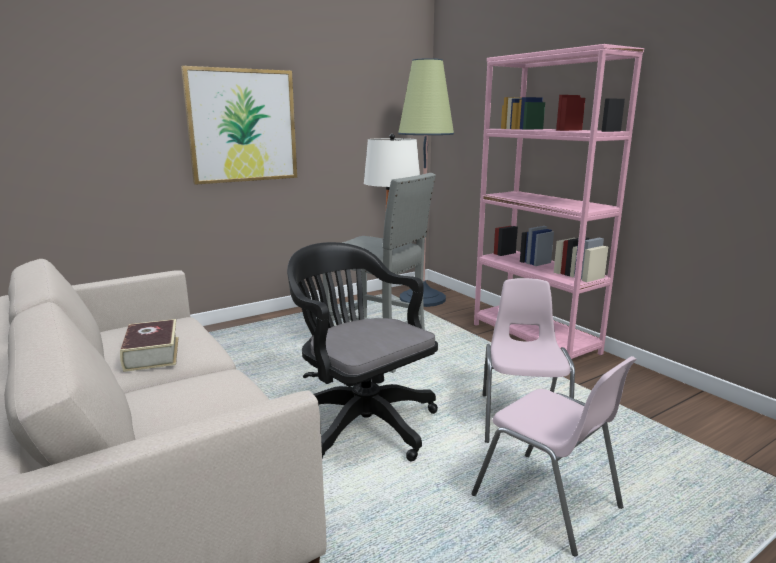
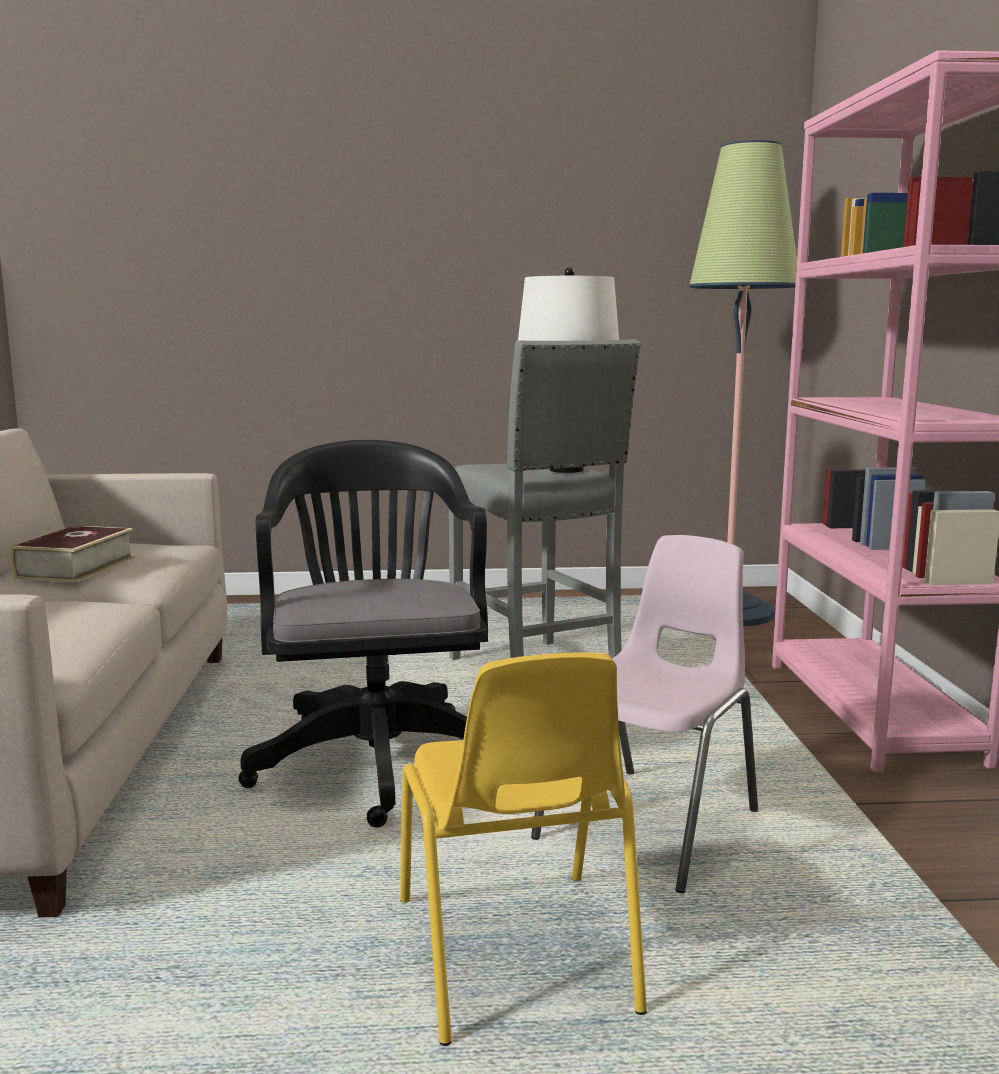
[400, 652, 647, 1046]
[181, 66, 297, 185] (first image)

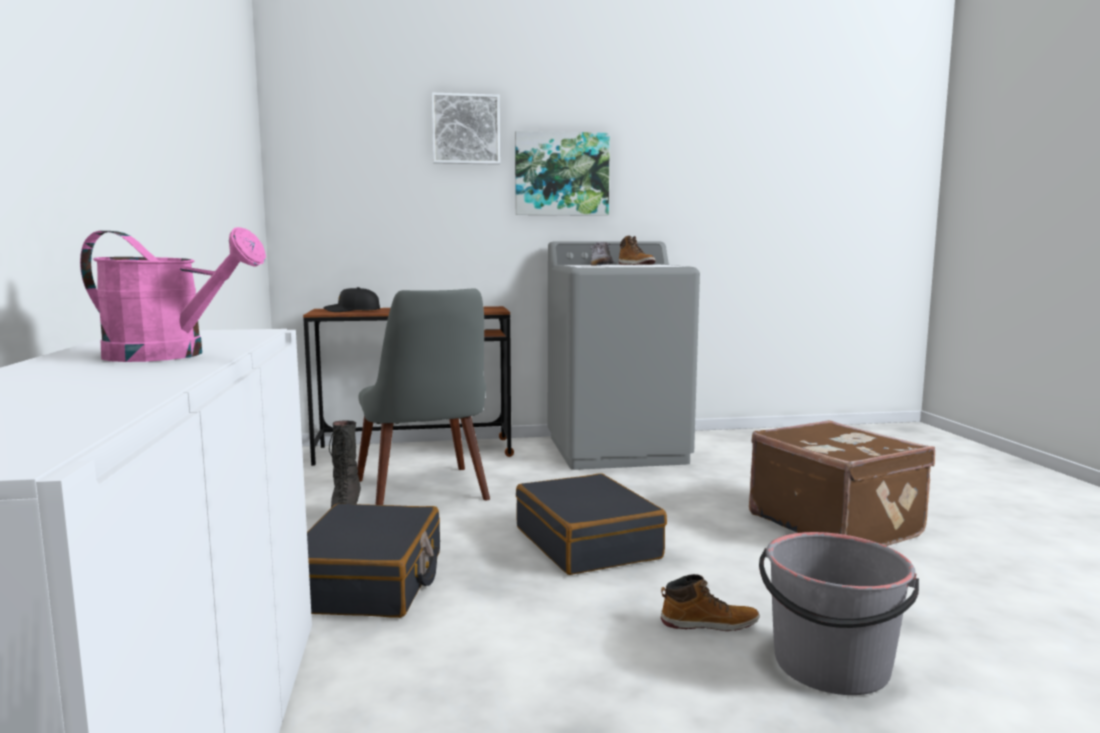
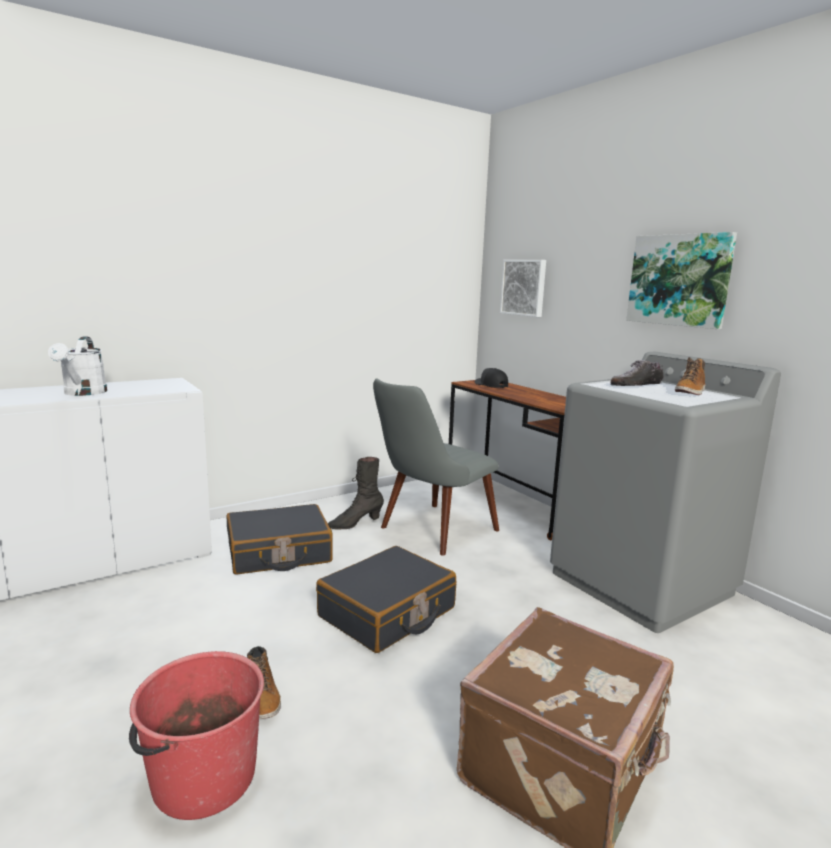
[48, 337, 107, 396]
[129, 651, 264, 820]
[500, 260, 546, 317]

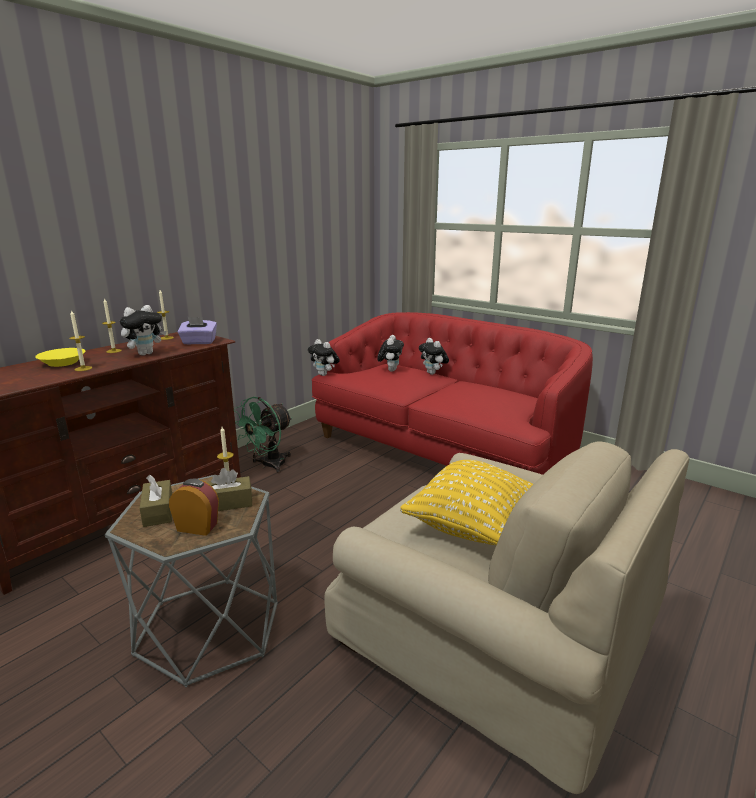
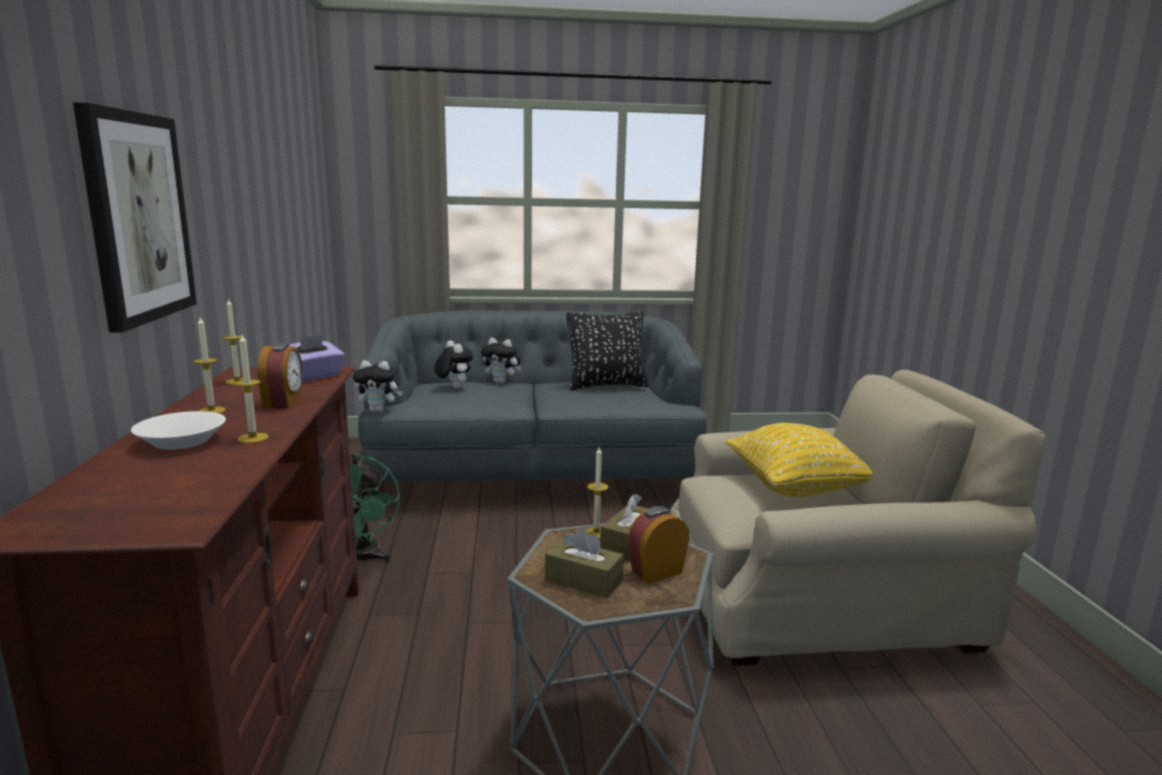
[73, 102, 197, 332]
[131, 411, 226, 450]
[257, 343, 302, 409]
[358, 310, 707, 494]
[566, 311, 649, 390]

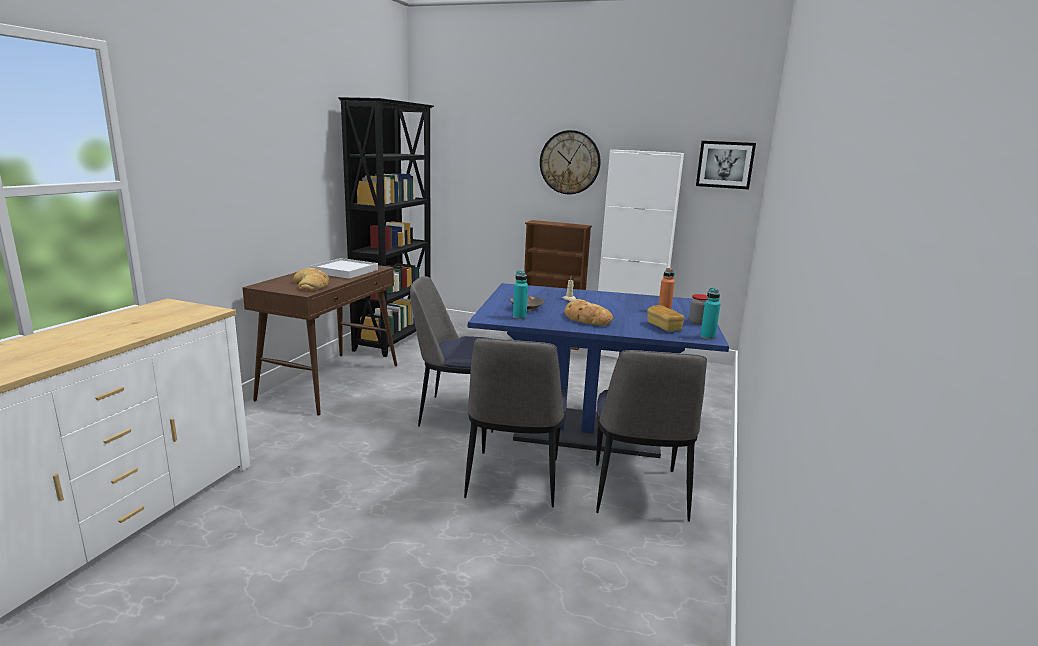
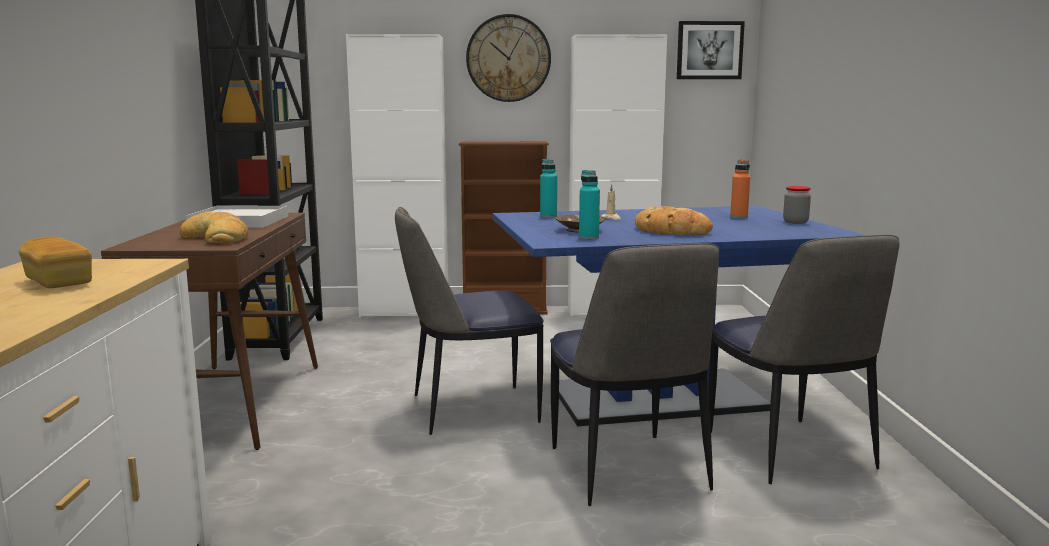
[19, 237, 92, 288]
[346, 34, 448, 317]
[540, 159, 557, 218]

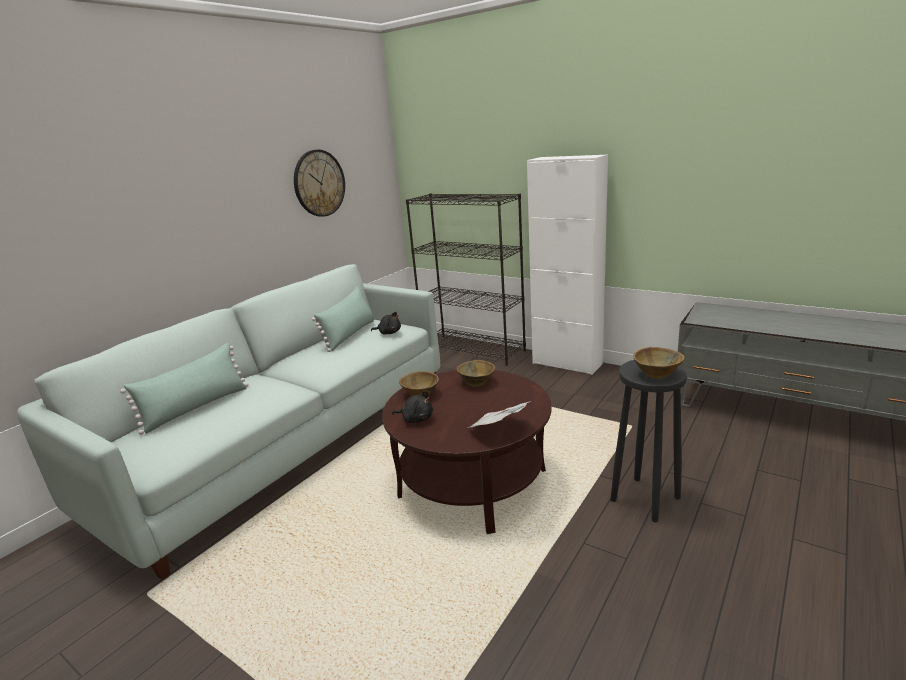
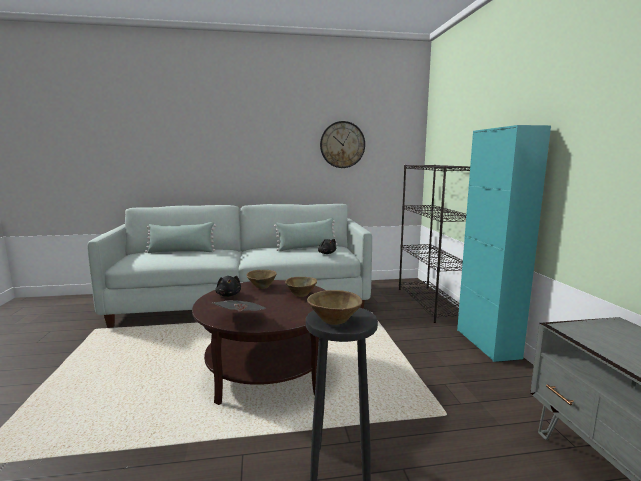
[457, 125, 551, 362]

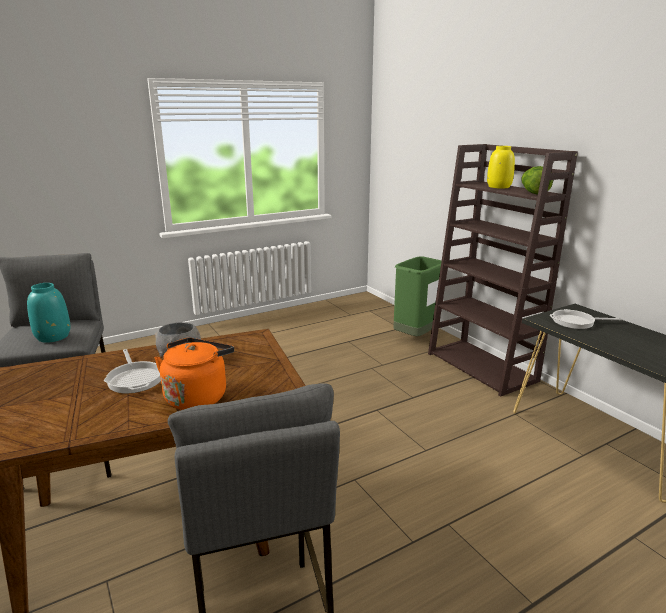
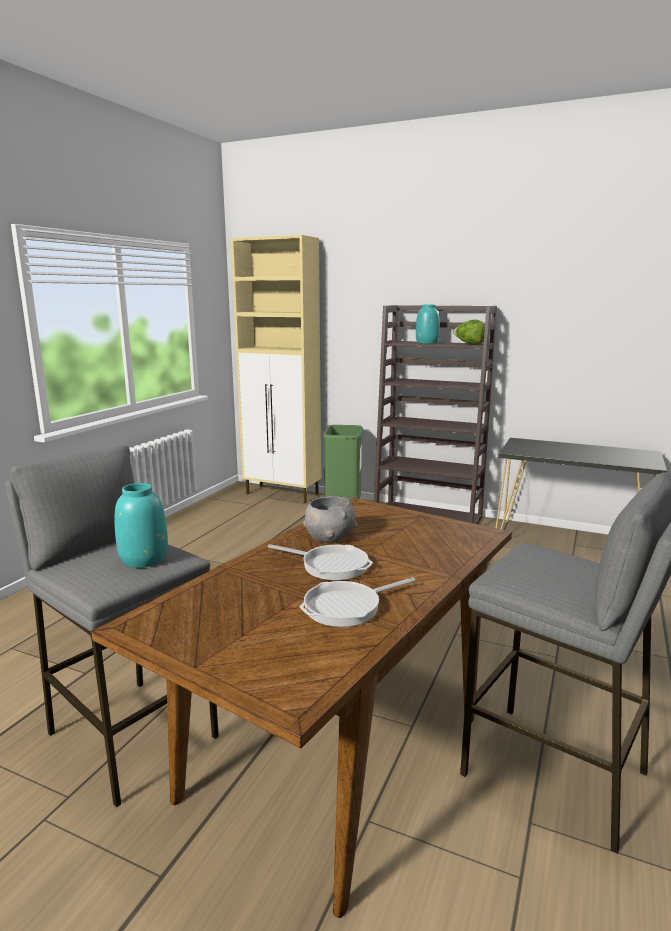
[231, 235, 321, 503]
[299, 577, 416, 627]
[416, 305, 440, 344]
[155, 338, 234, 410] (first image)

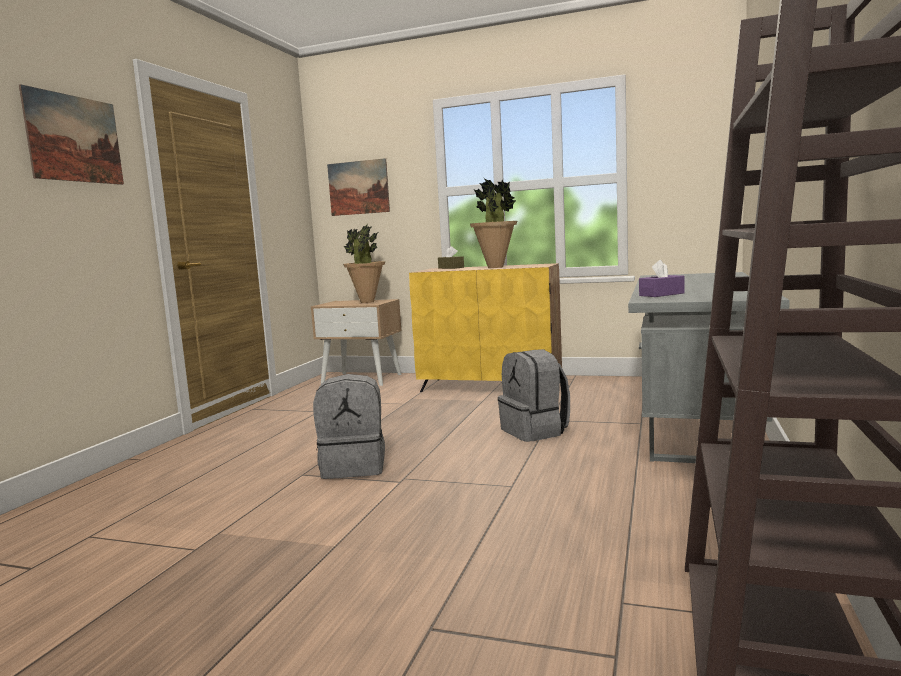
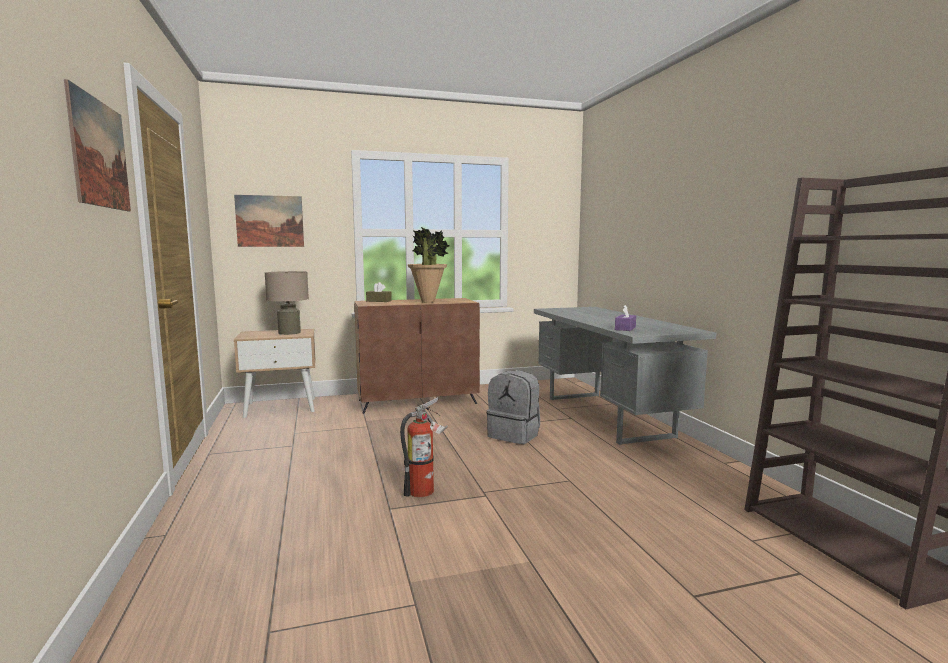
[265, 271, 309, 335]
[354, 298, 480, 414]
[400, 397, 448, 497]

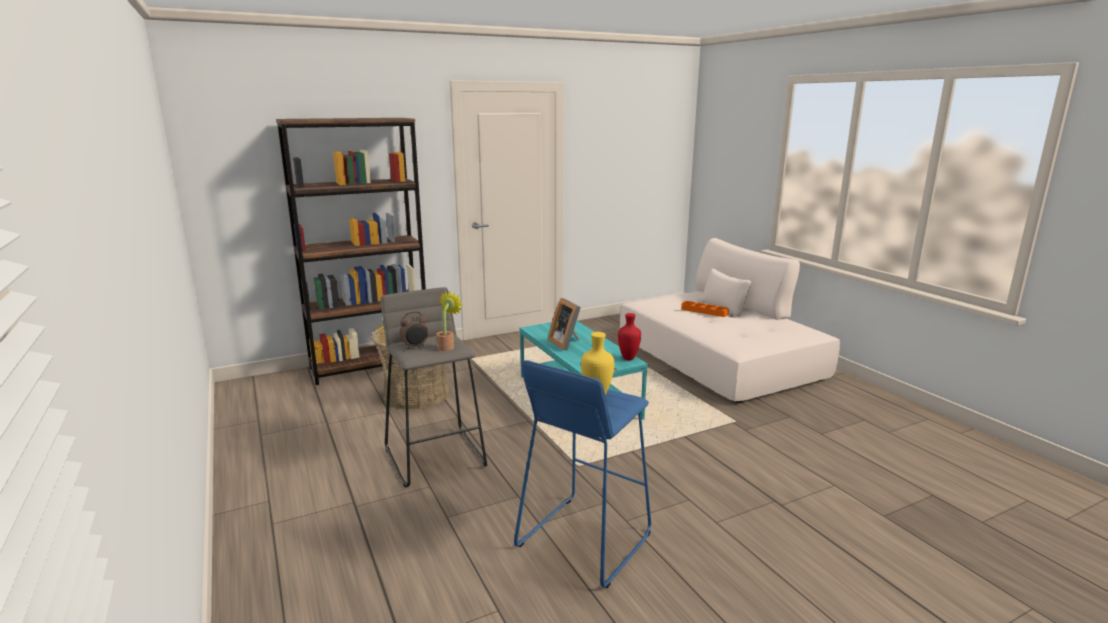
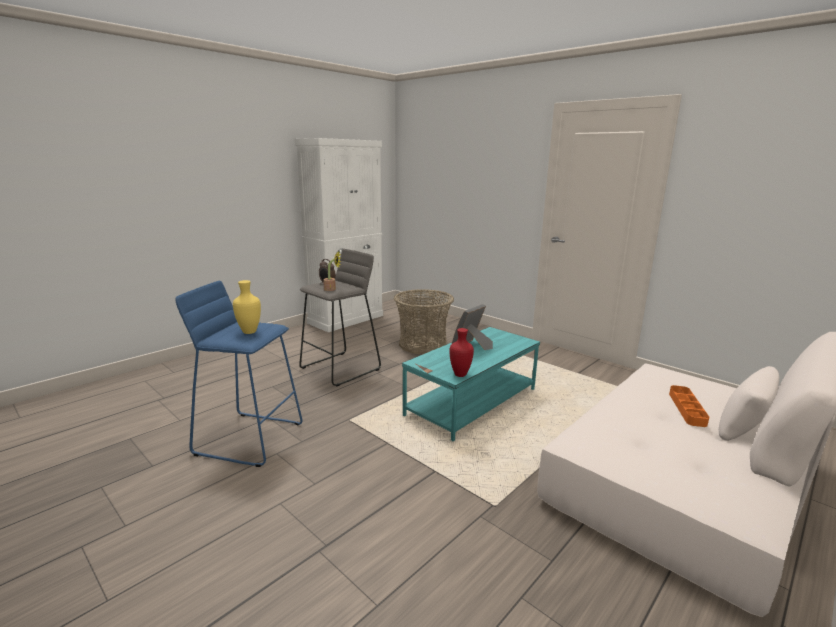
[295, 138, 383, 332]
[276, 118, 426, 385] (first image)

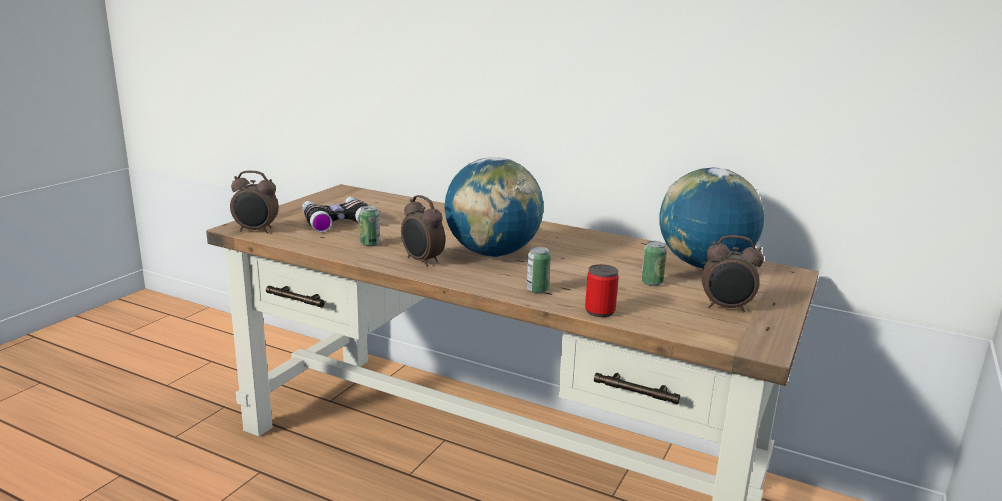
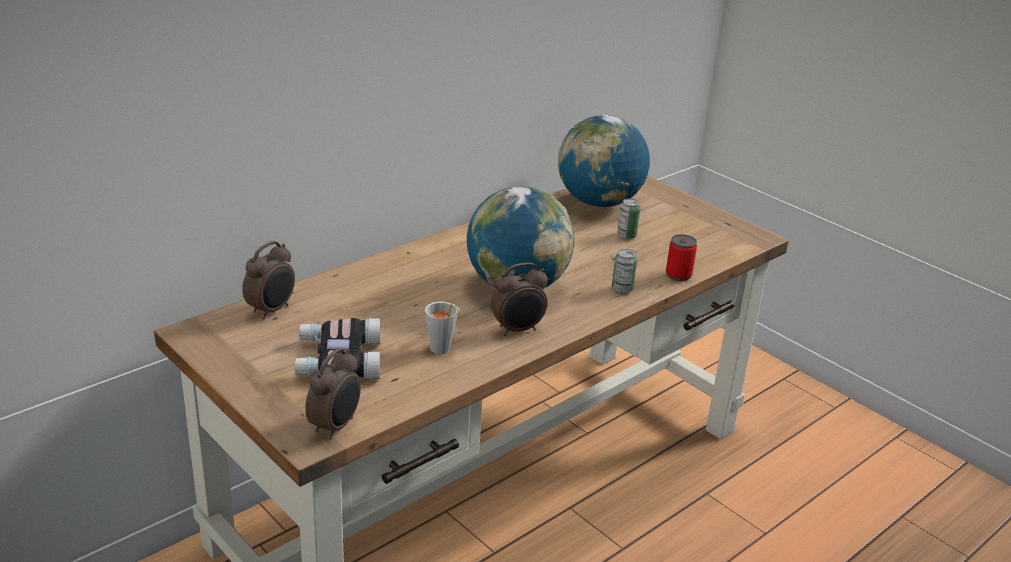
[242, 241, 295, 319]
[425, 302, 461, 354]

